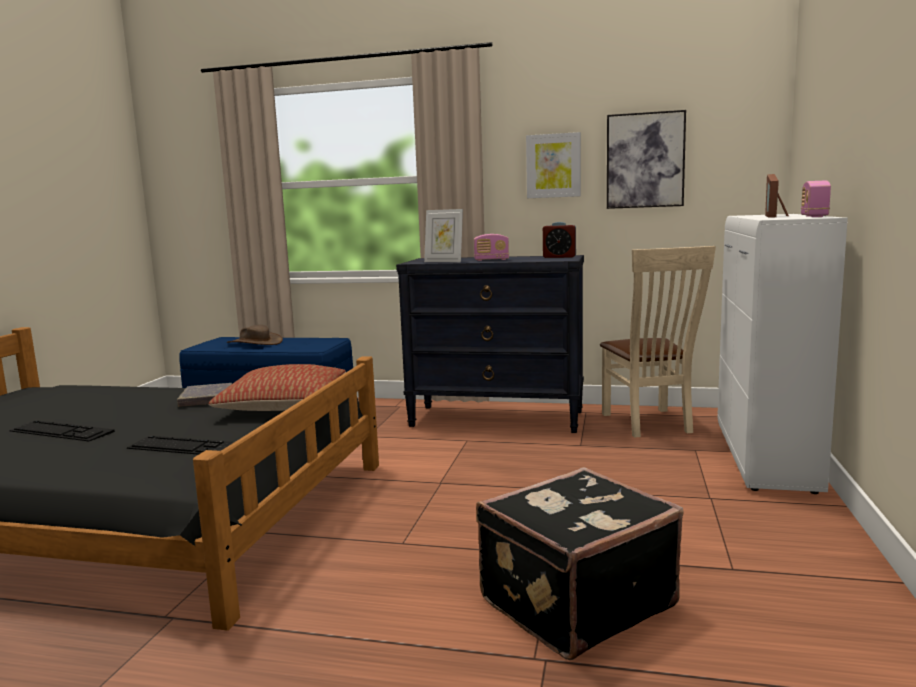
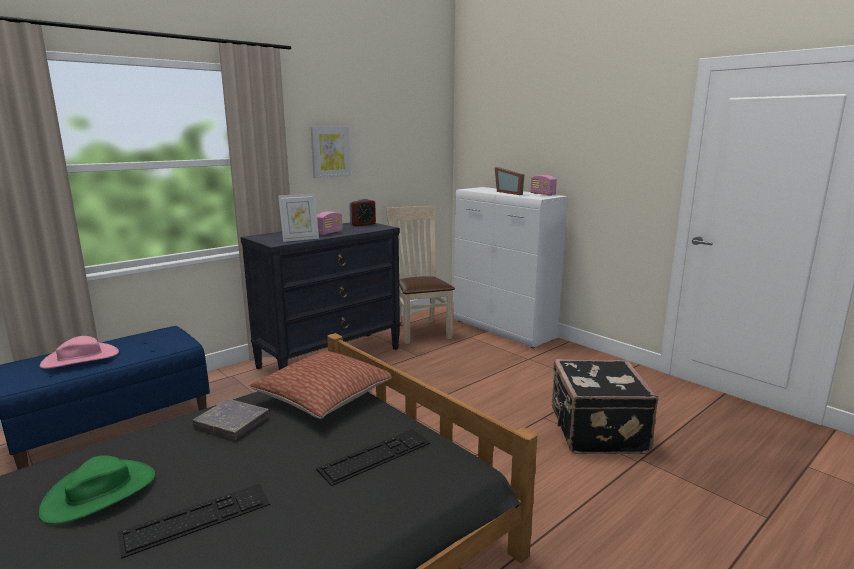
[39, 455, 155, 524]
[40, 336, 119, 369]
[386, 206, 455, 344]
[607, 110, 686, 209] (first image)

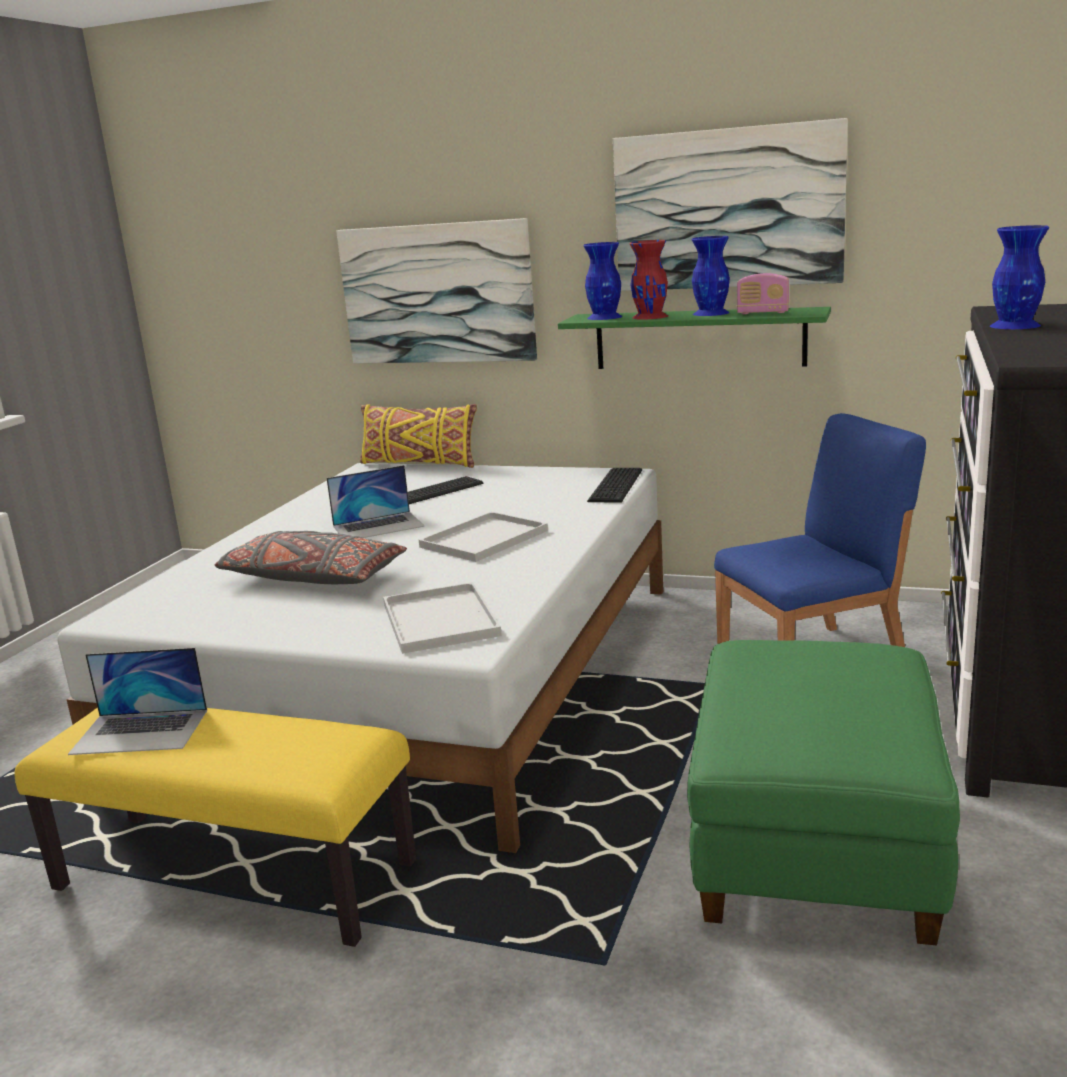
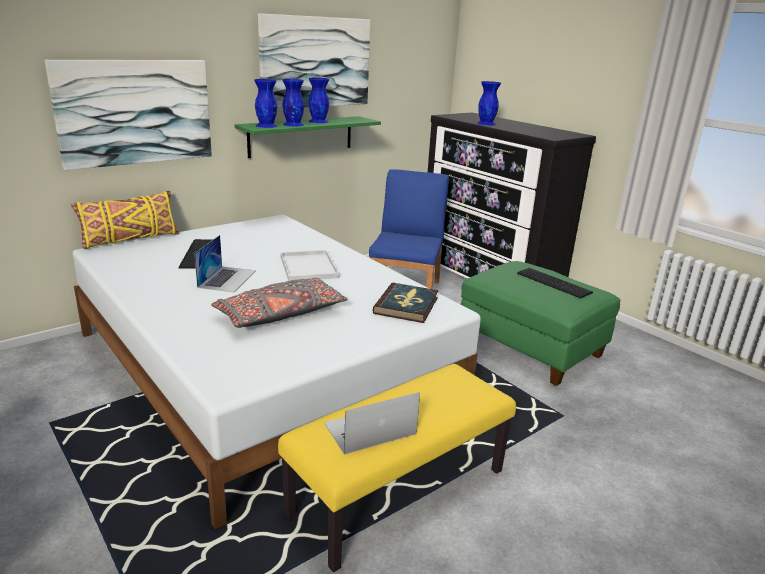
[282, 79, 304, 126]
[324, 392, 420, 455]
[373, 283, 438, 323]
[517, 268, 593, 298]
[737, 273, 789, 314] (first image)

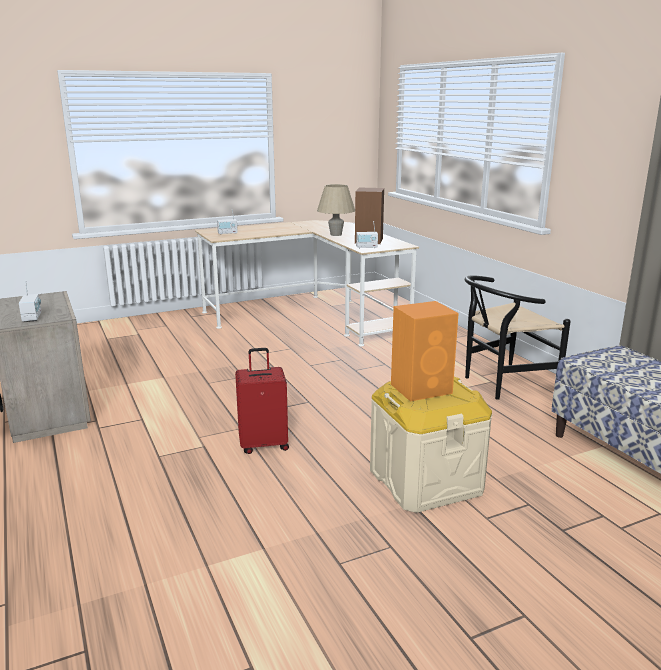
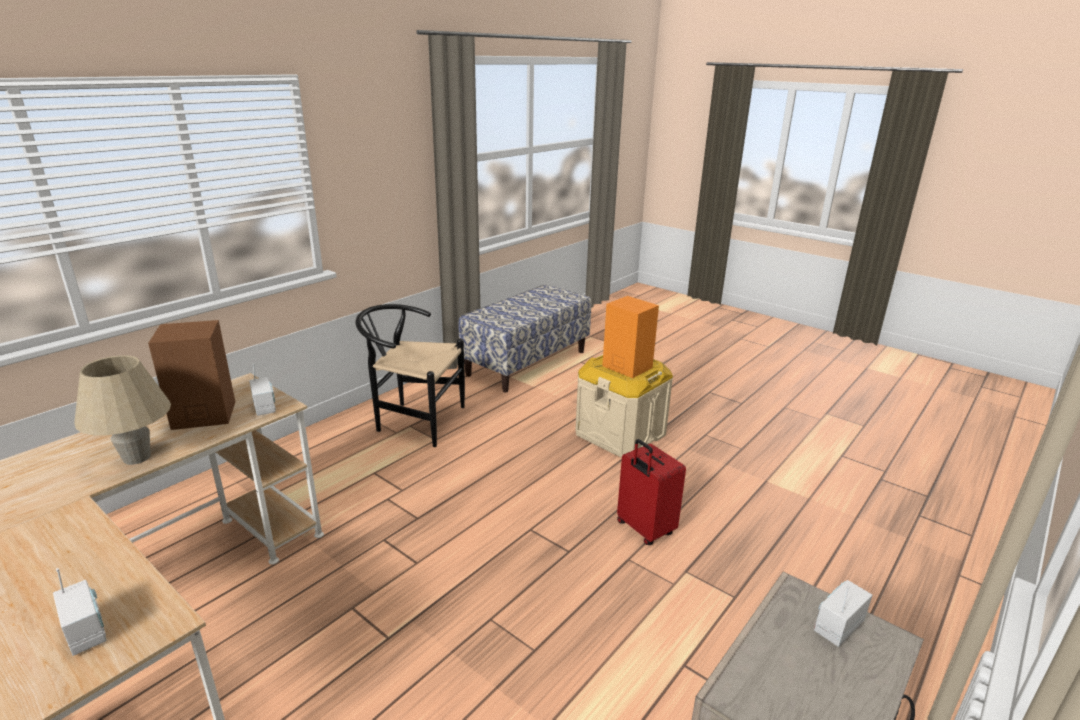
[356, 304, 465, 447]

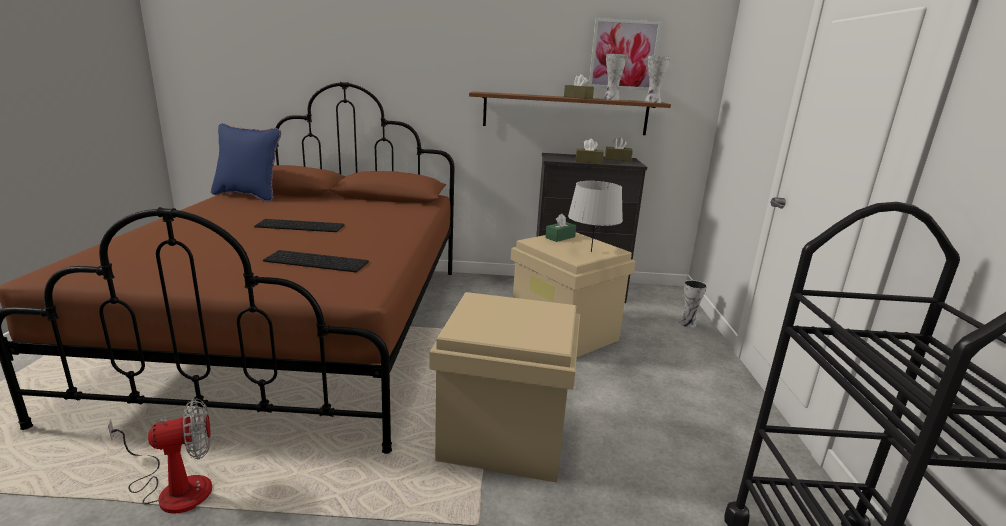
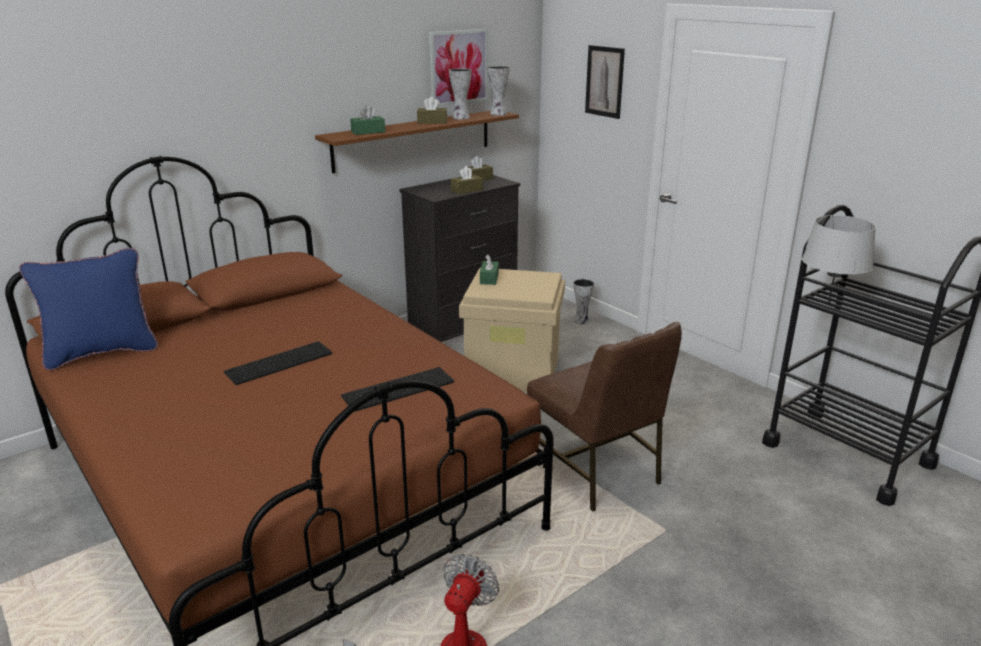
[350, 105, 385, 135]
[527, 322, 682, 511]
[585, 45, 625, 119]
[802, 215, 876, 303]

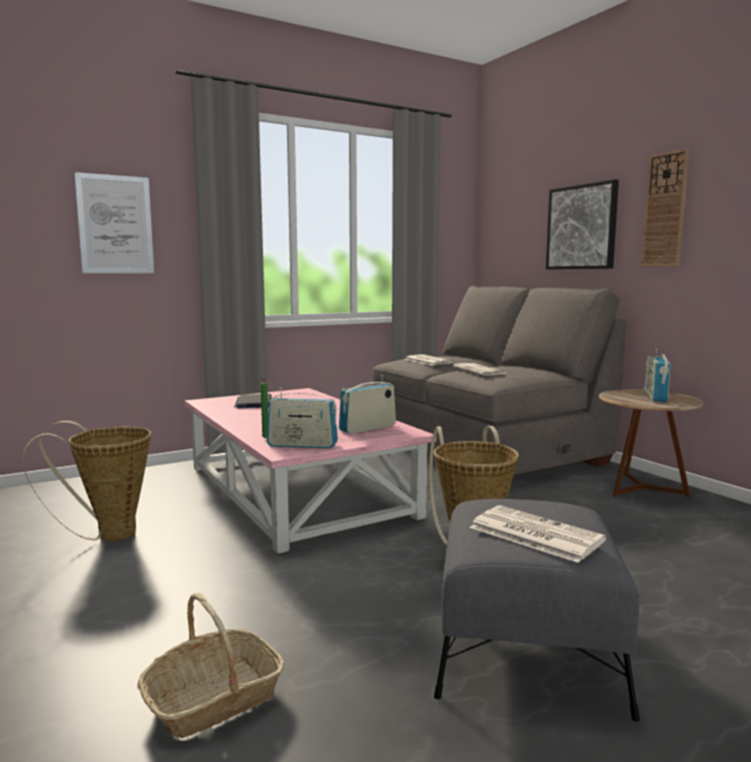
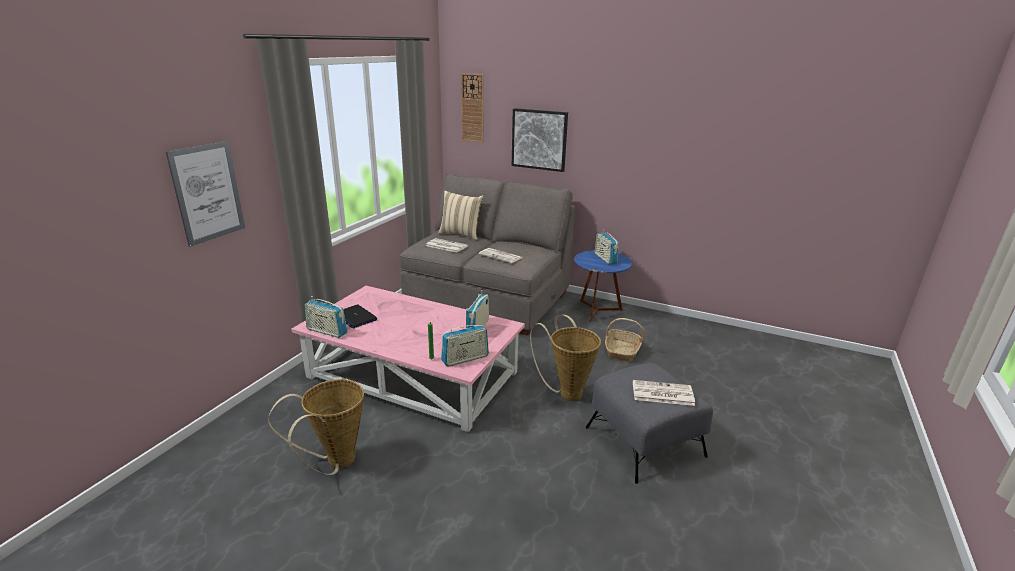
[304, 296, 347, 338]
[438, 191, 483, 240]
[461, 73, 484, 143]
[574, 250, 632, 322]
[605, 318, 645, 361]

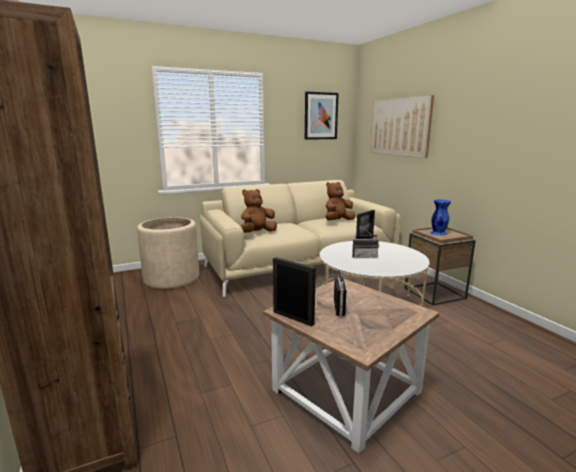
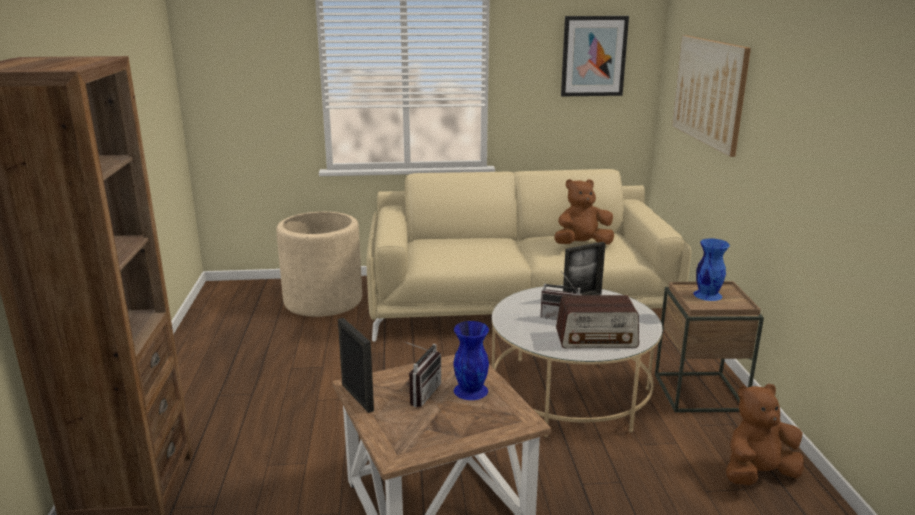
[453, 321, 489, 400]
[556, 295, 639, 348]
[726, 383, 804, 485]

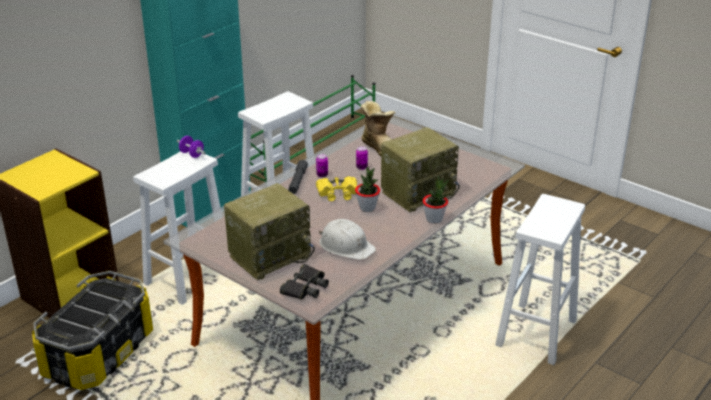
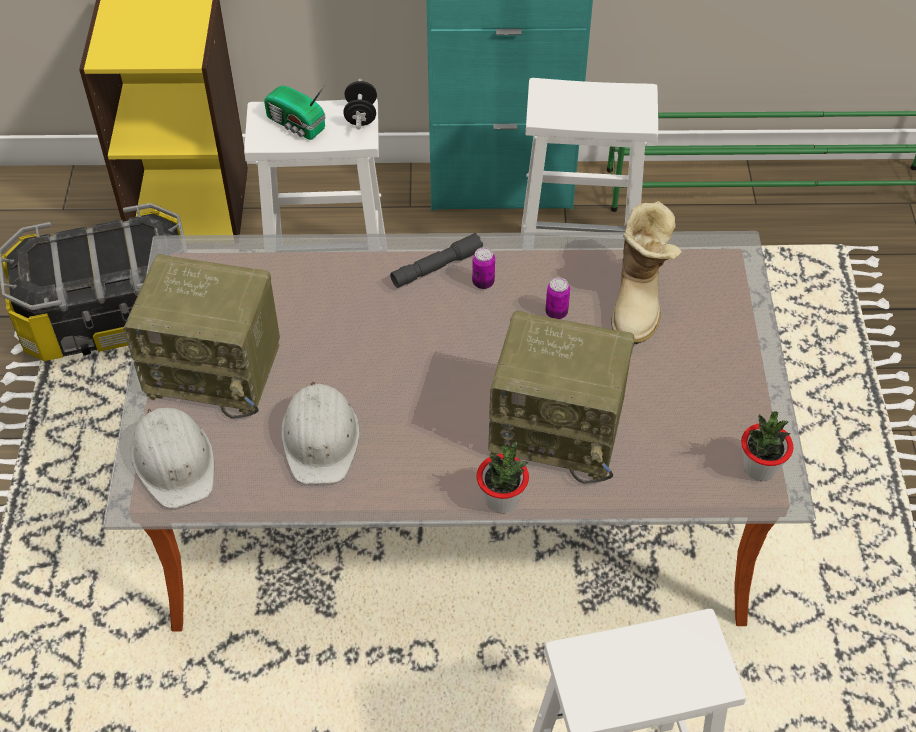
[131, 407, 214, 509]
[264, 84, 326, 140]
[343, 79, 377, 129]
[741, 411, 793, 481]
[316, 176, 357, 201] (first image)

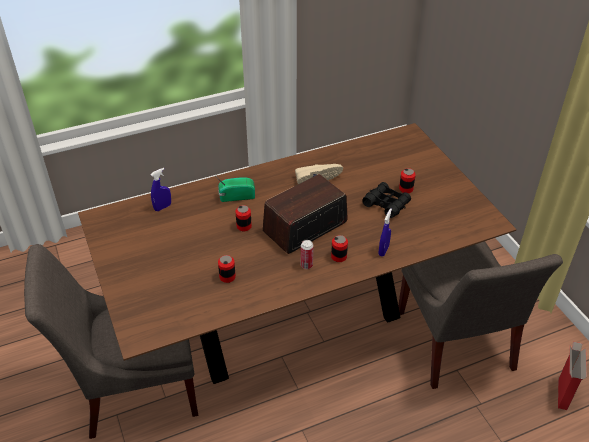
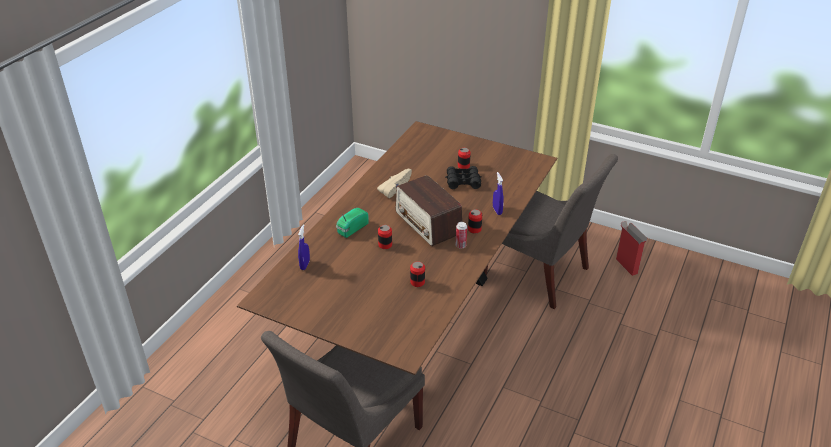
[395, 175, 462, 246]

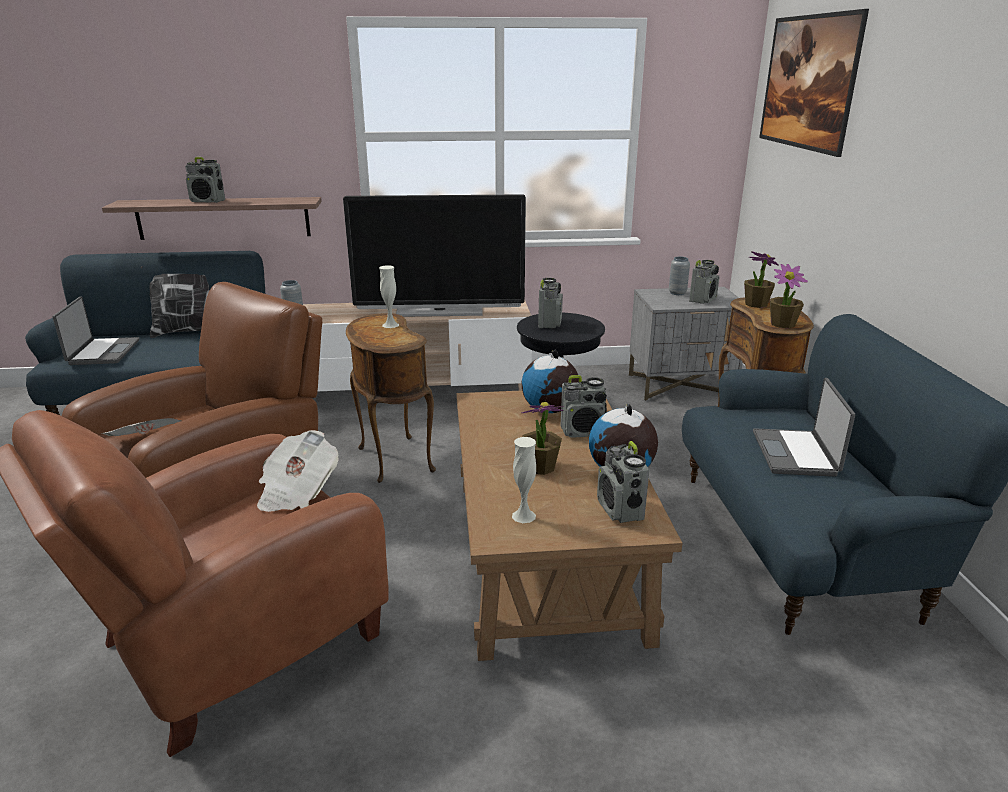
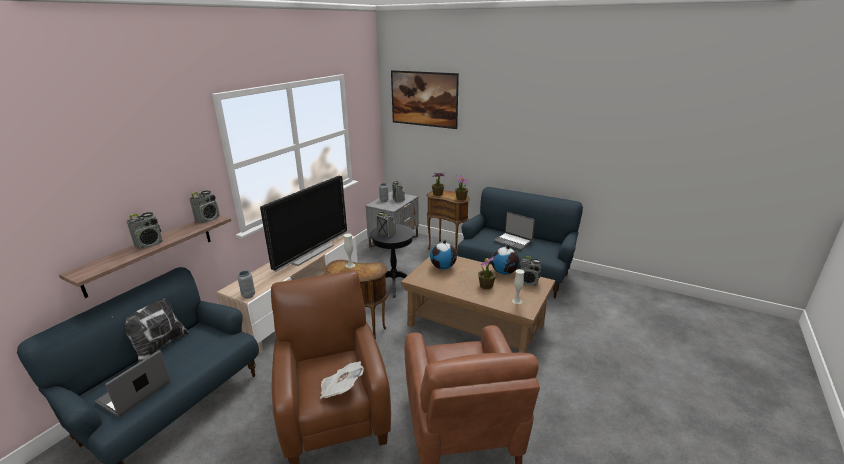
[95, 350, 170, 417]
[189, 190, 220, 223]
[257, 430, 338, 512] (first image)

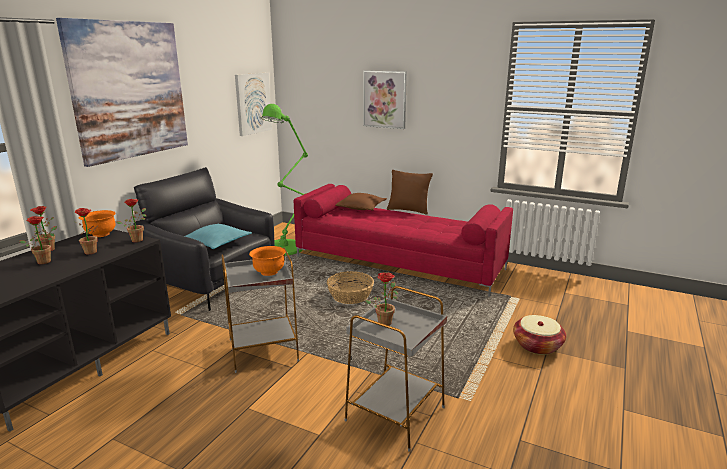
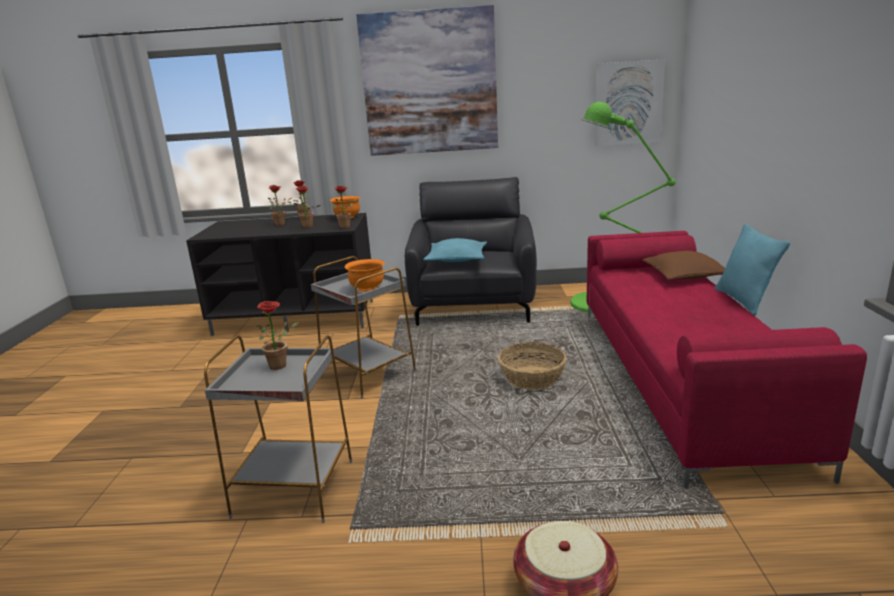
[715, 224, 790, 315]
[363, 70, 407, 129] (first image)

